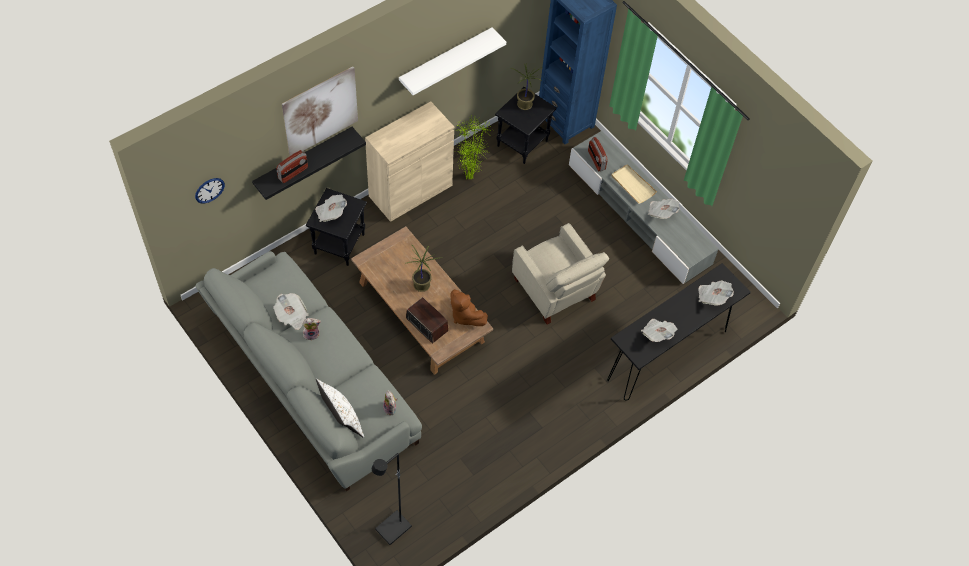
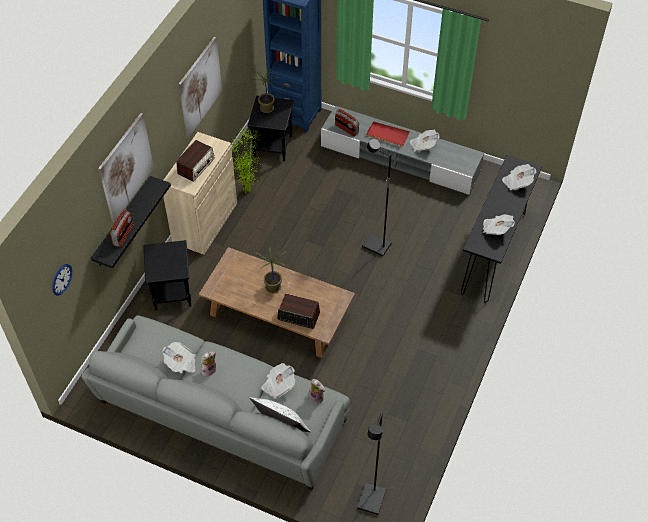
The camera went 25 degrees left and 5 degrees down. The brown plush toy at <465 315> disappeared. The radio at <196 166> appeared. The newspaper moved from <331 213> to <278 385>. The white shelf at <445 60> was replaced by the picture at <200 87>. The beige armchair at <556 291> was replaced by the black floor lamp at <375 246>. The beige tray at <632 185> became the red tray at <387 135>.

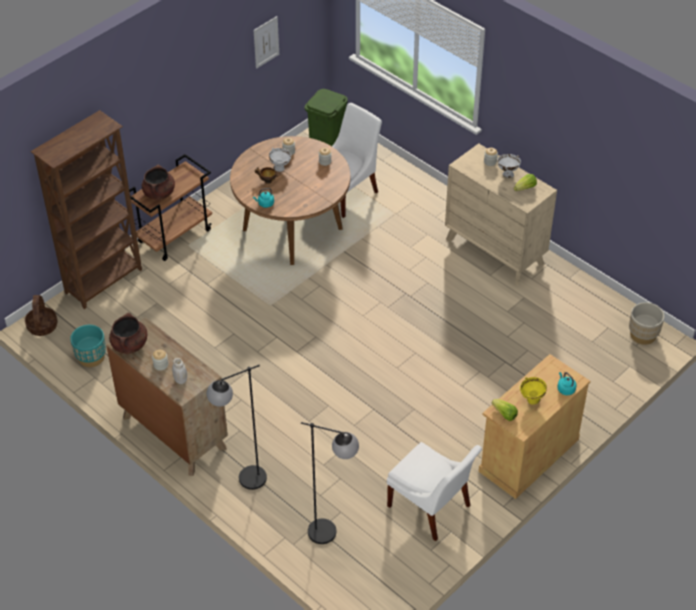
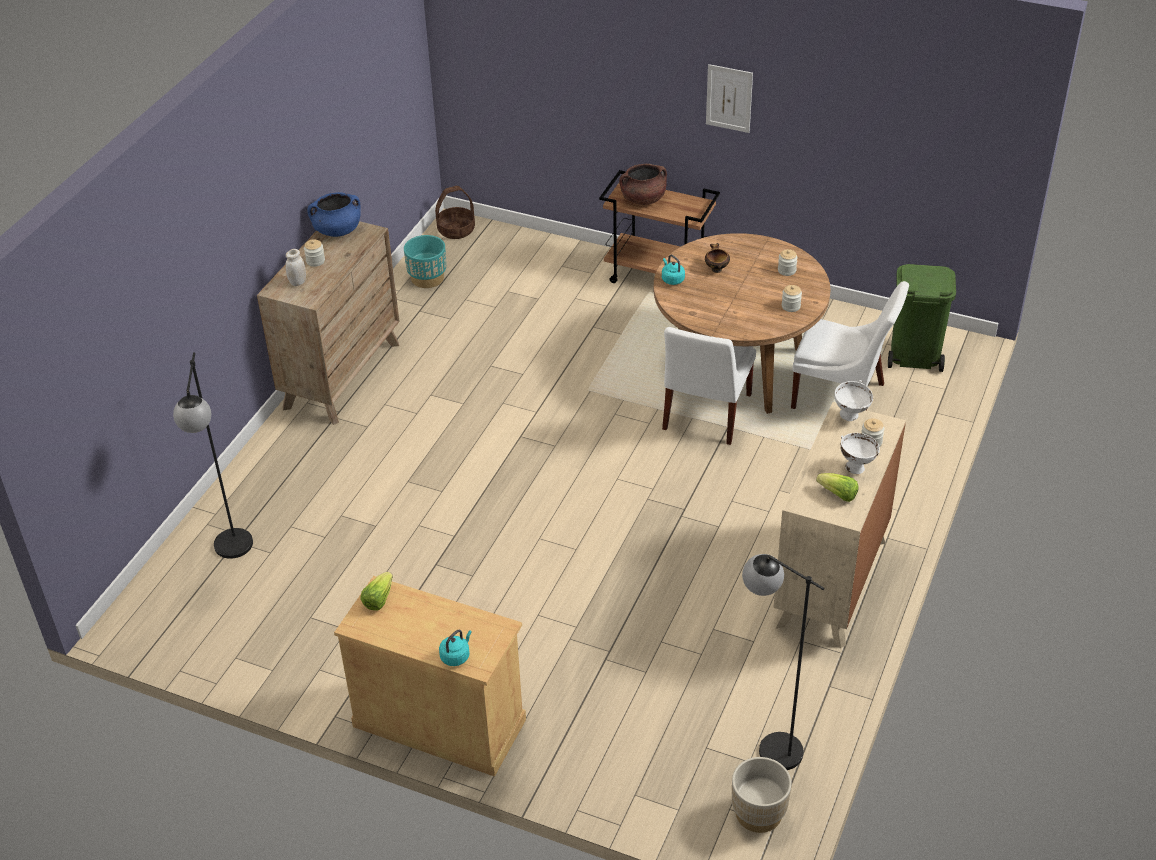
The camera went 70 degrees right and 5 degrees down. The brown bookcase at <104 281> disappeared. The yellow bowl at <531 400> disappeared. The black floor lamp moved from <243 482> to <767 743>. The picture moved from <266 42> to <729 98>. The white bowl moved from <280 168> to <851 416>. The white chair moved from <431 508> to <705 415>. The brown cooking pot at <130 345> became the blue cooking pot at <337 230>.

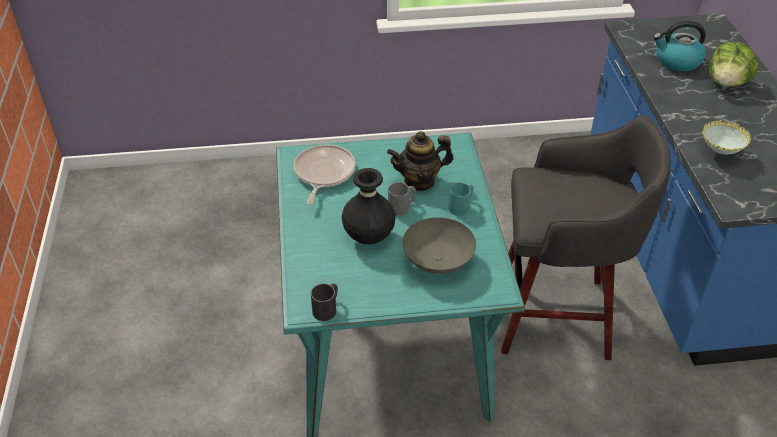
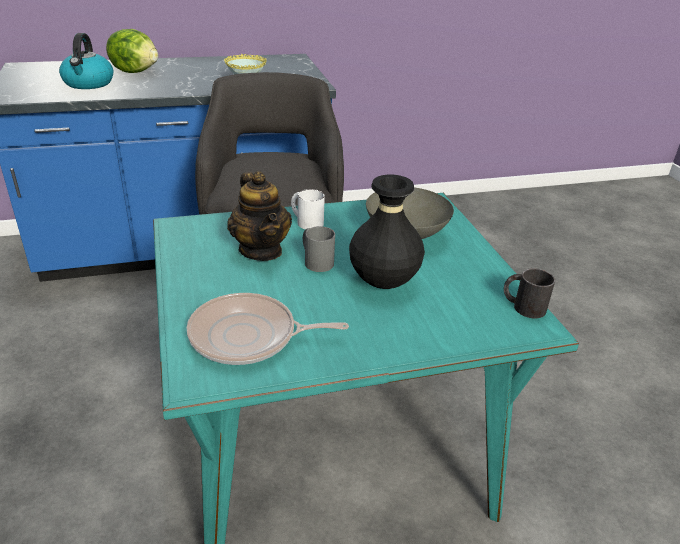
The camera went 100 degrees left and 10 degrees down. The turquoise mug at <462 206> became the white mug at <306 221>.

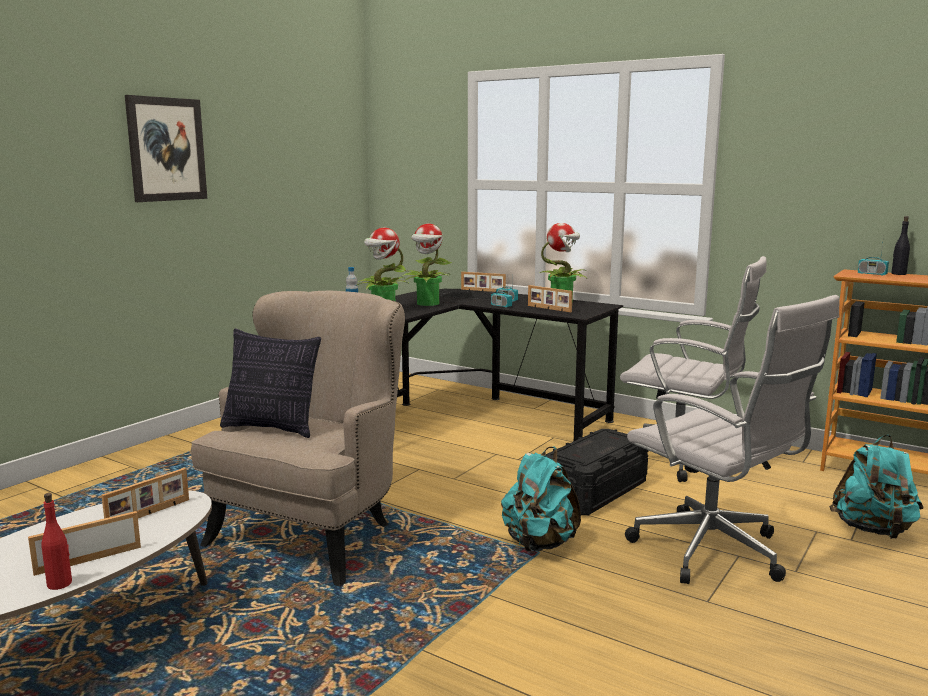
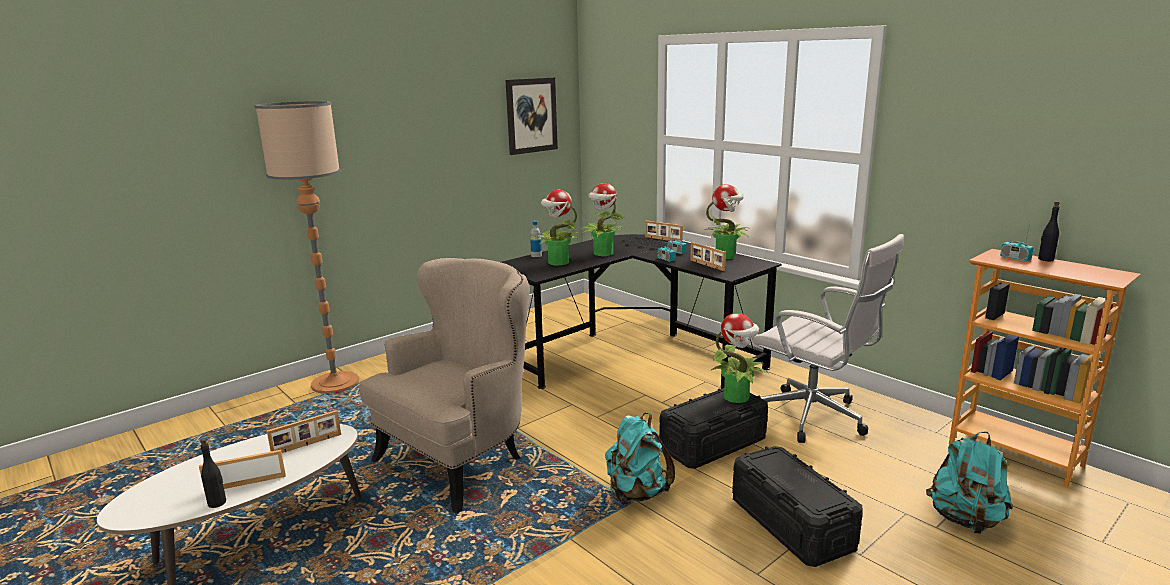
The camera went 15 degrees right and 5 degrees up. The pillow at <272 428> disappeared. The floor lamp at <335 383> appeared. The potted plant at <737 397> appeared. The picture moved from <166 149> to <531 115>. The white office chair at <715 553> was replaced by the black storage box at <791 524>. The red bottle at <60 584> became the black bottle at <217 503>.

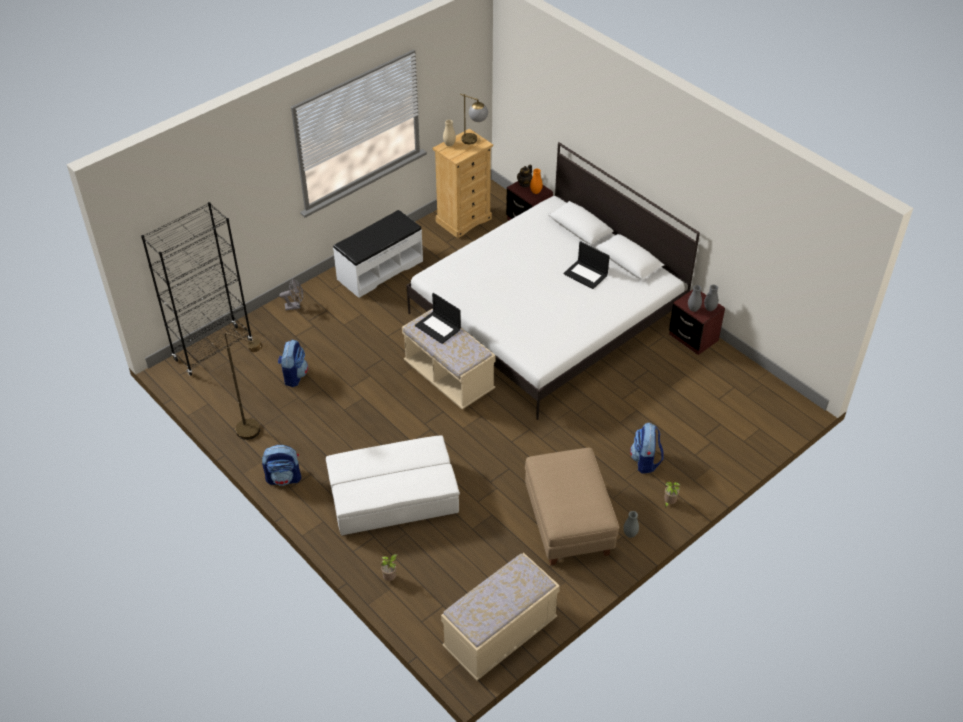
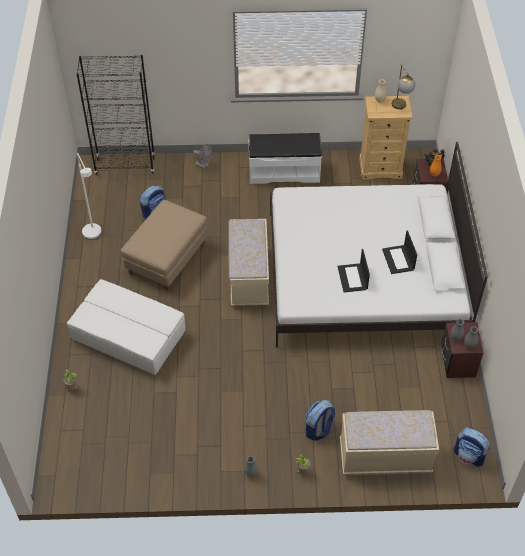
The camera went 40 degrees right and 5 degrees up. The backpack moved from <284 478> to <469 455>. The laptop moved from <438 327> to <353 278>. The beige bench moved from <500 635> to <385 457>. The beige ottoman moved from <569 523> to <167 259>. The brown floor lamp at <254 432> became the white floor lamp at <94 236>.

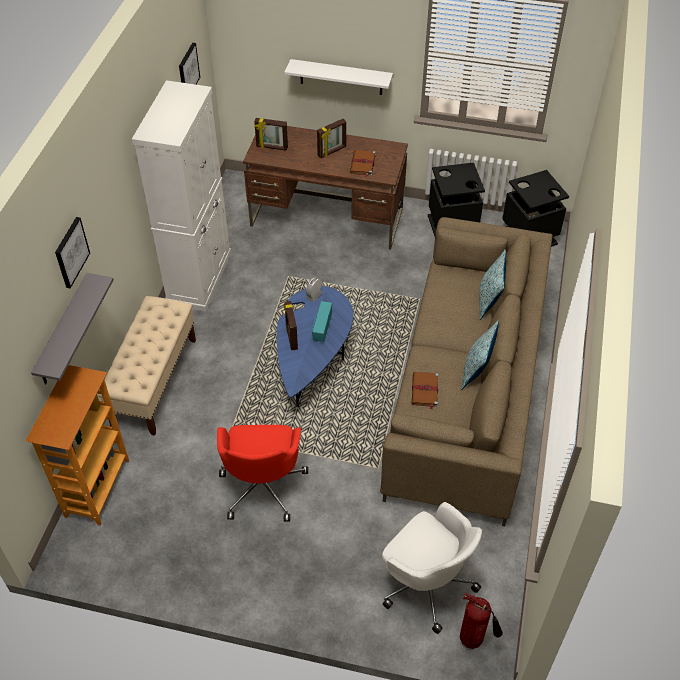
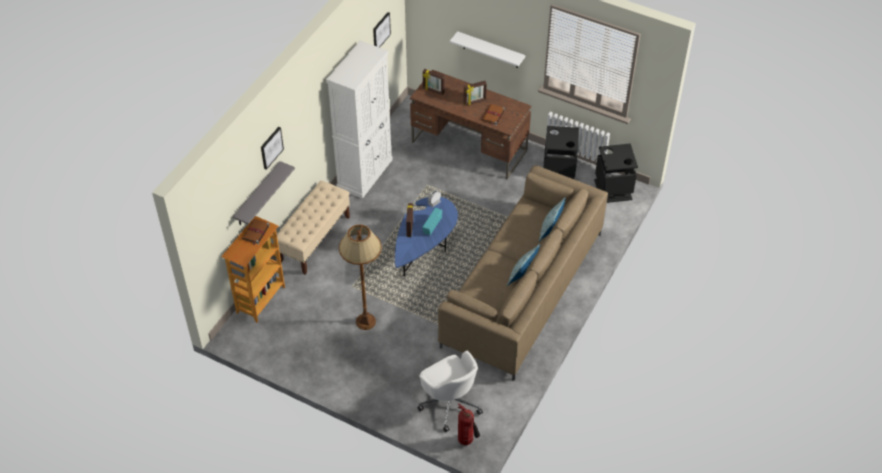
The camera went 15 degrees right and 0 degrees up. The brown book moved from <425 391> to <255 232>. The red office chair at <263 486> was replaced by the brown floor lamp at <365 321>.

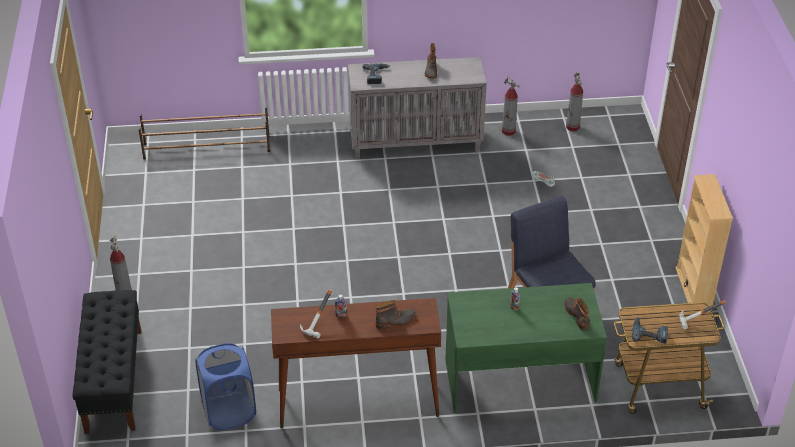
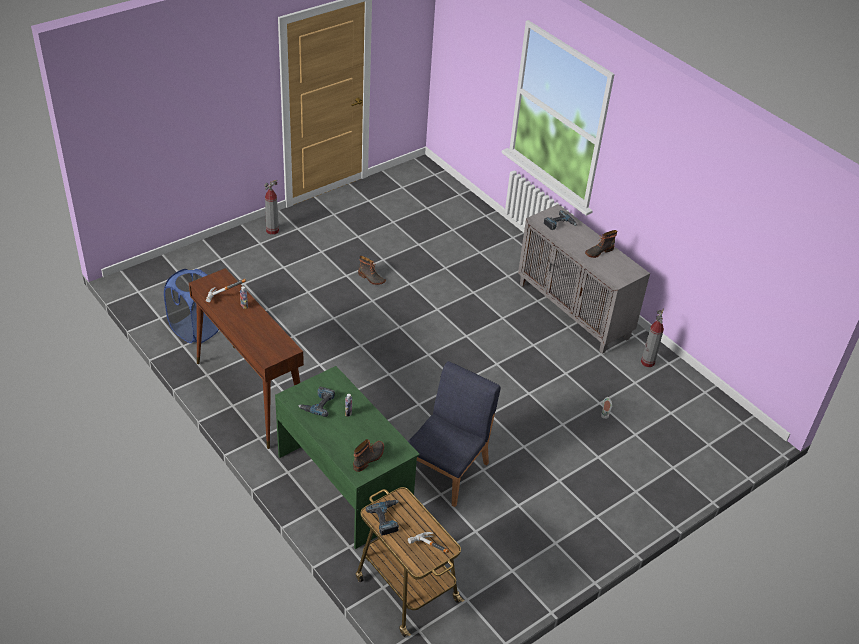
The camera went 55 degrees right and 0 degrees up. The black bench at <114 380> disappeared. The brown shoe rack at <207 148> disappeared. The fire extinguisher at <572 127> disappeared. The beige bookcase at <693 289> disappeared. The power drill at <318 404> appeared. The boot moved from <396 321> to <371 278>.

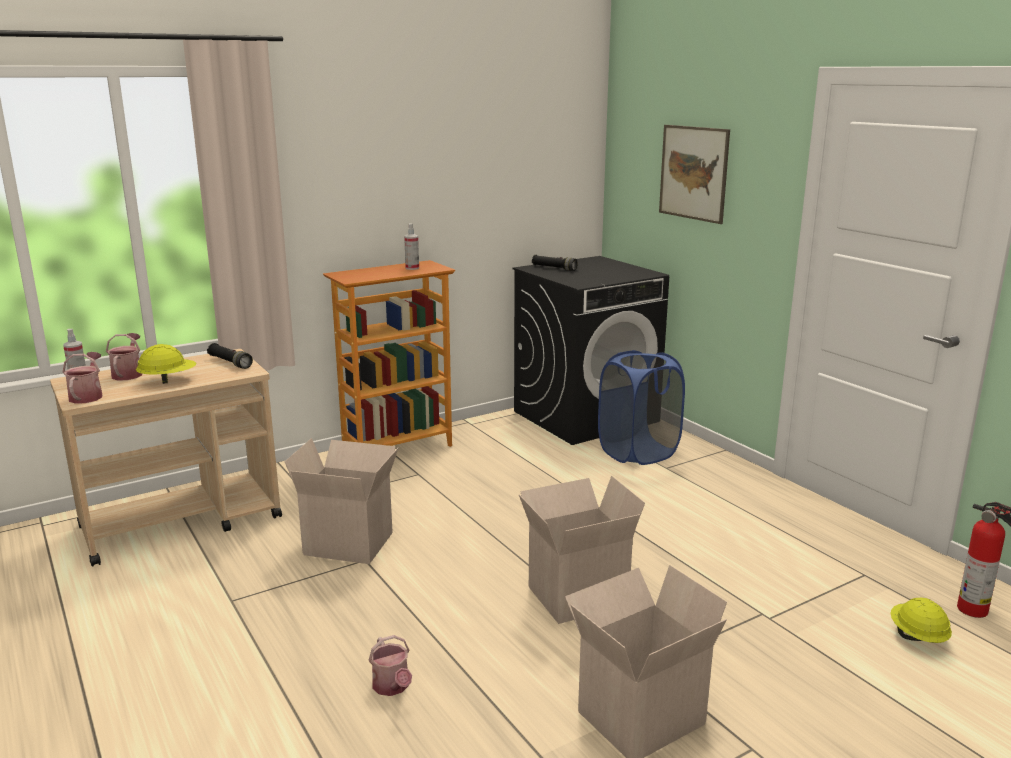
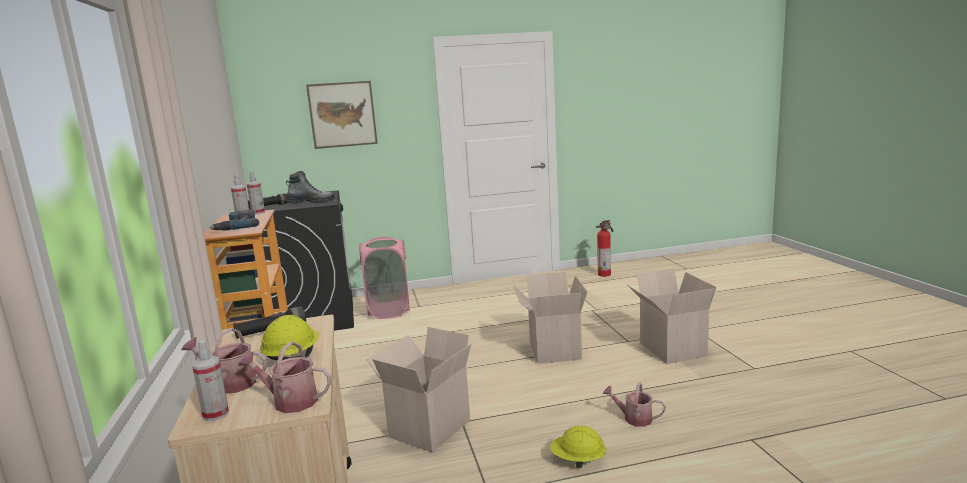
The camera went 70 degrees left and 5 degrees down. The power drill at <237 227> appeared. The spray bottle at <258 213> appeared. The boot at <310 203> appeared. The yellow hard hat moved from <917 637> to <578 461>. The blue laundry basket at <638 452> became the pink laundry basket at <389 310>. The watering can at <392 687> turned 150 degrees counterclockwise.

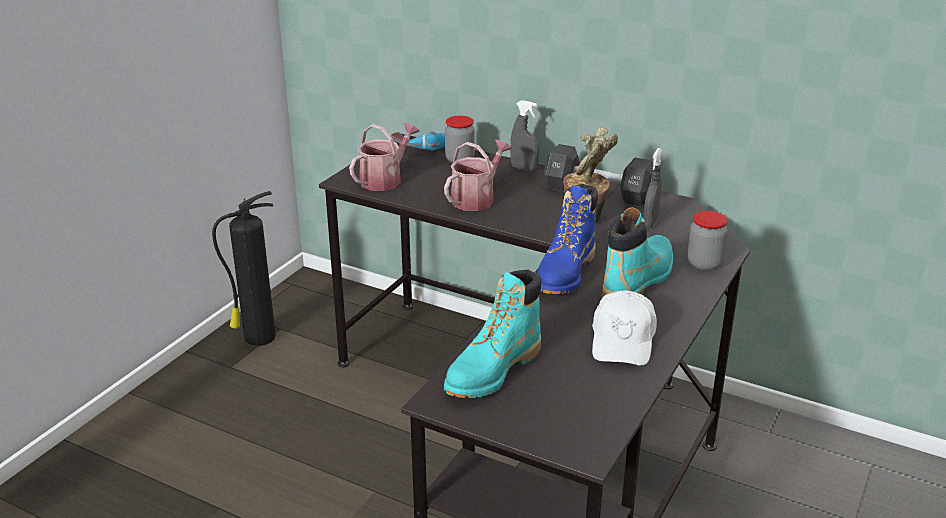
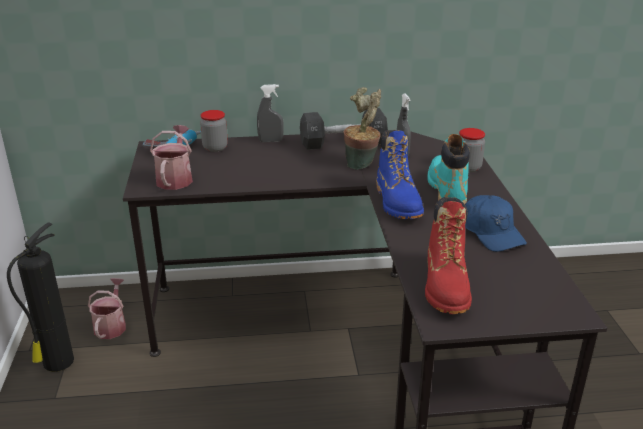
The camera went 35 degrees left and 0 degrees up. The watering can moved from <476 199> to <111 325>. The turquoise boot at <493 371> became the red boot at <446 286>. The white cap at <623 340> became the blue cap at <491 232>.

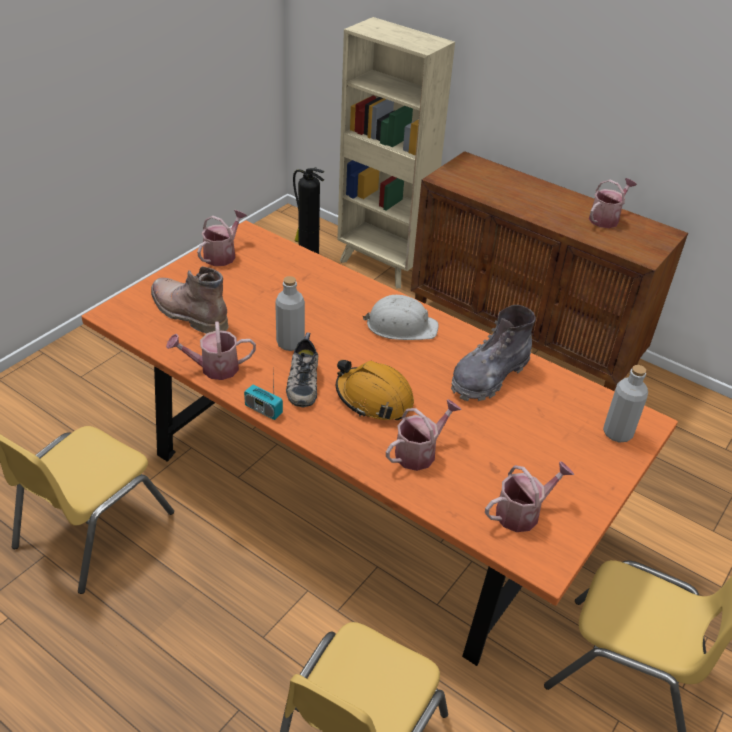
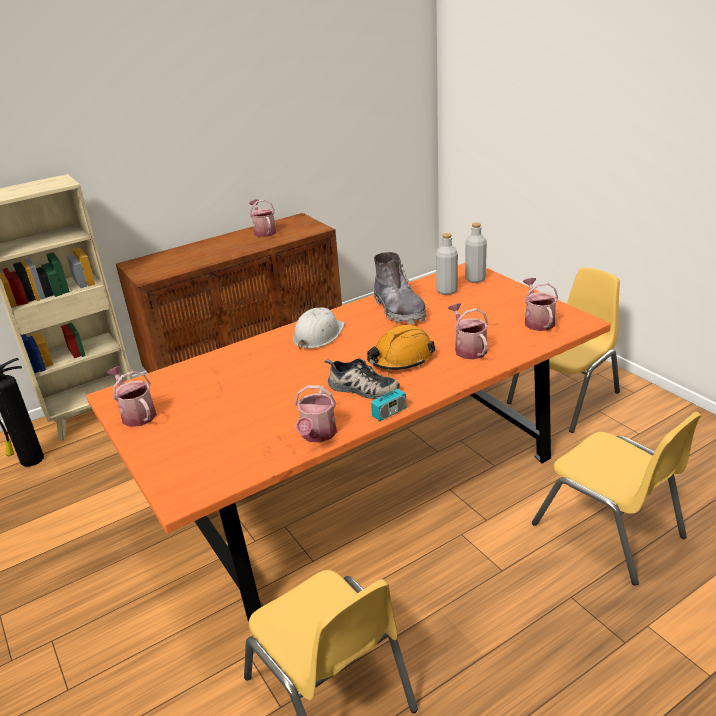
The camera went 65 degrees left and 10 degrees down. The brown boot at <187 312> disappeared. The grey bottle moved from <290 343> to <446 291>.

